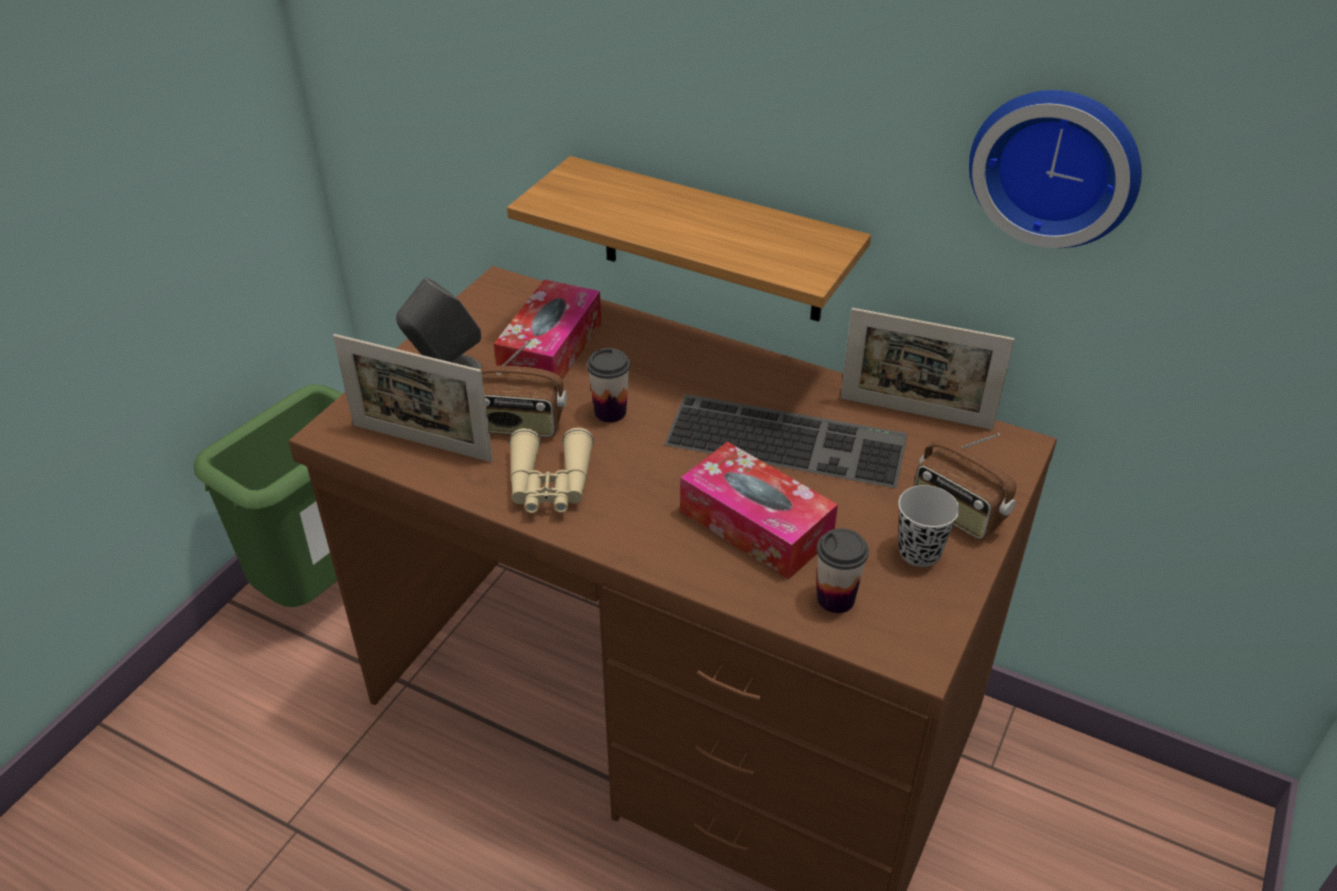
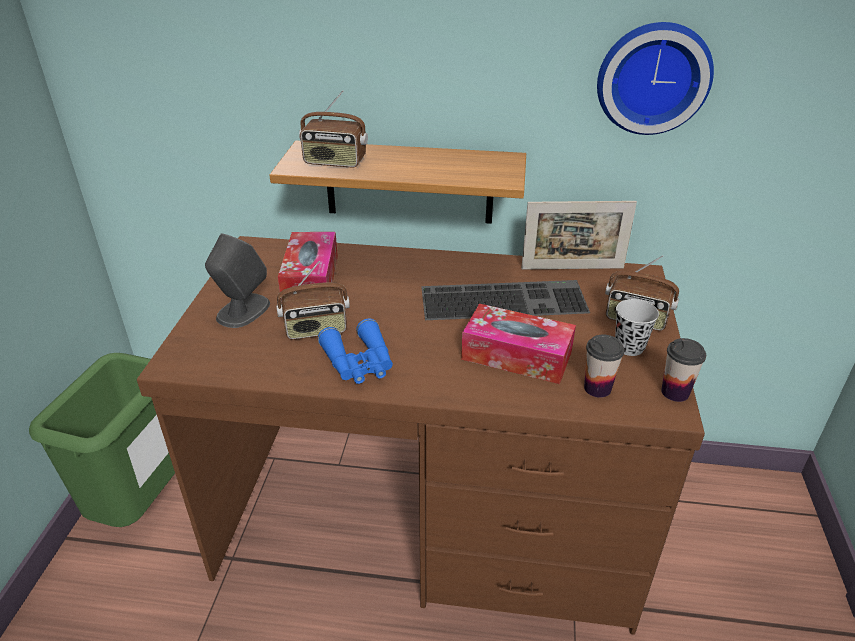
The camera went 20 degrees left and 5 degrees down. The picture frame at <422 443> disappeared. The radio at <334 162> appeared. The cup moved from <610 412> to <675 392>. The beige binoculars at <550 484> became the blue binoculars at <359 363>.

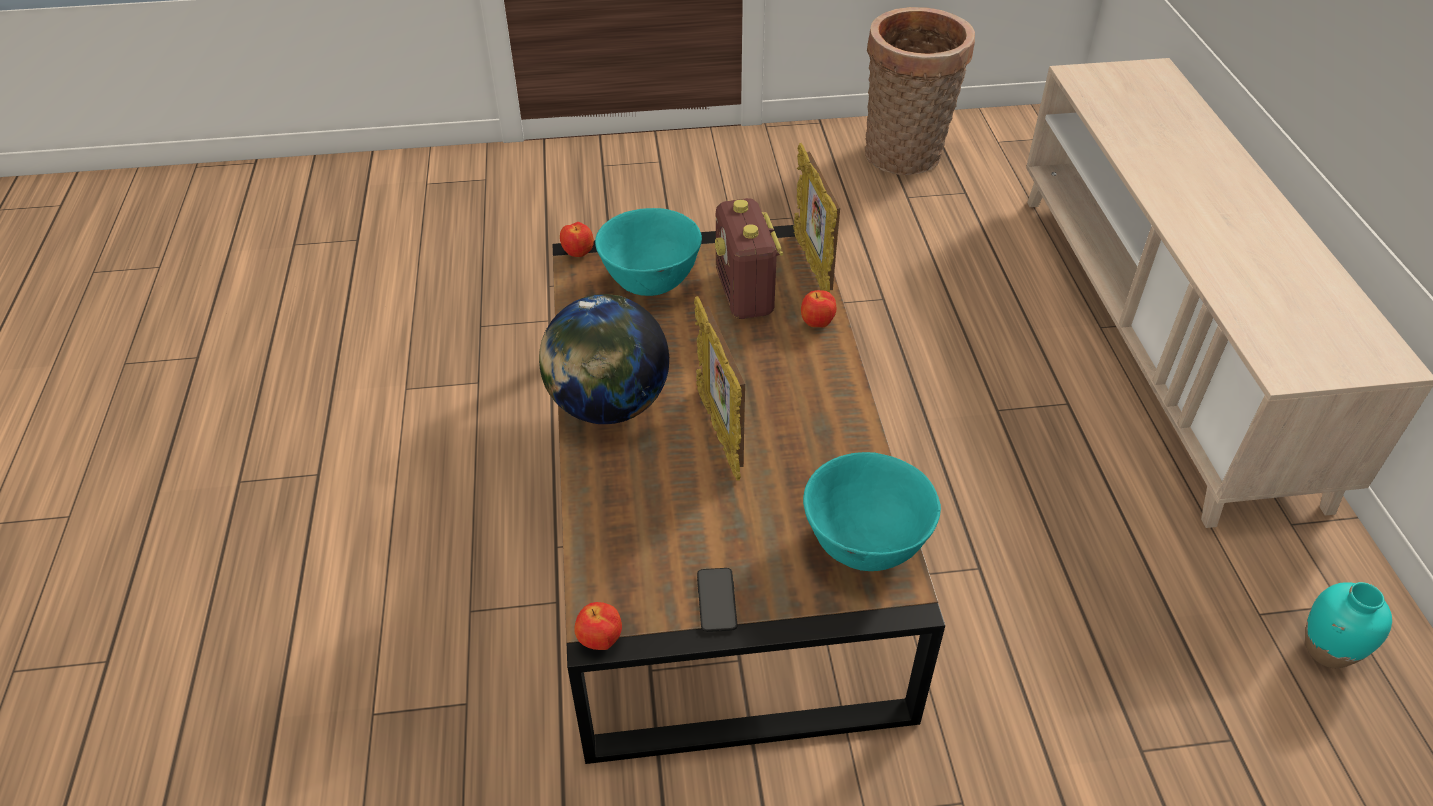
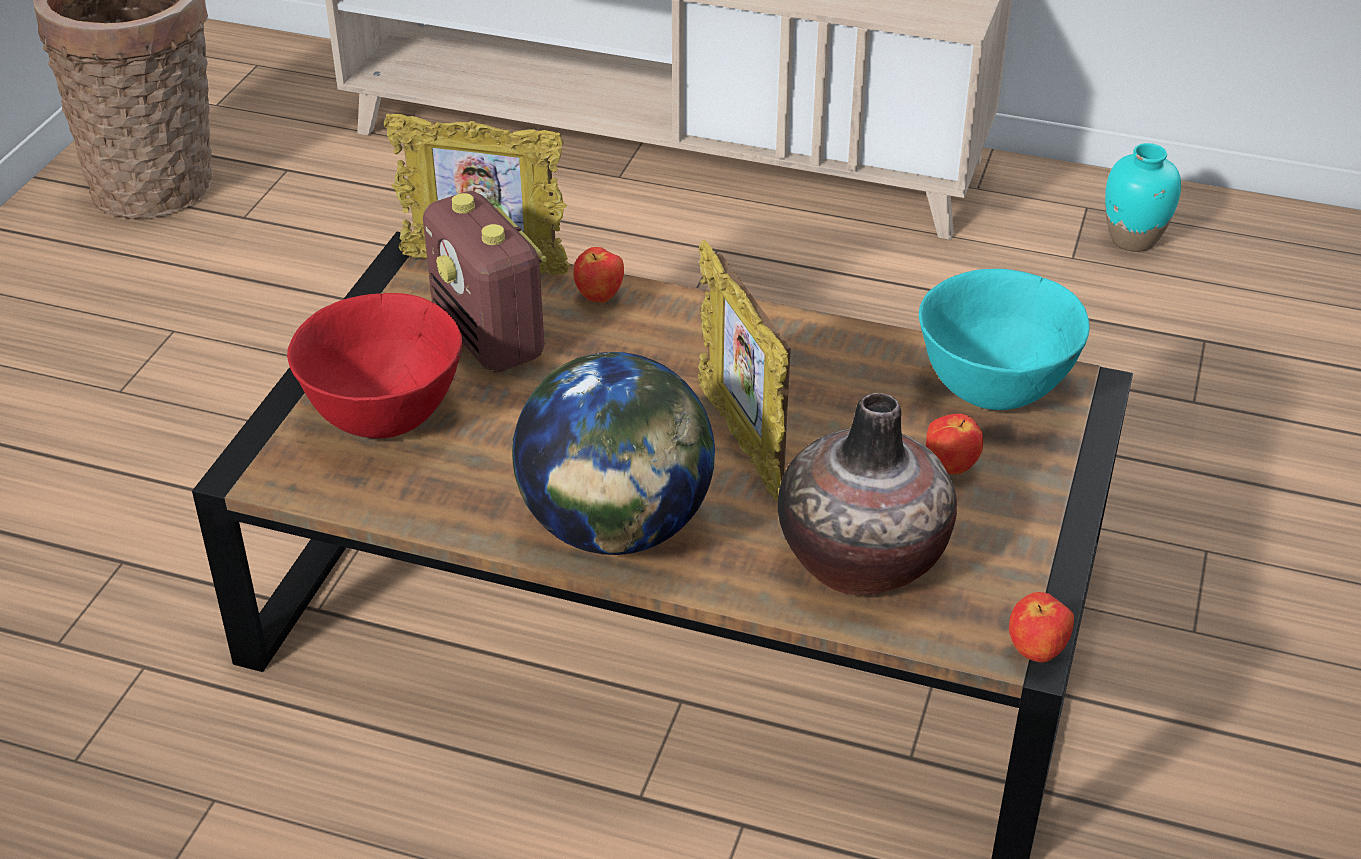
The camera went 65 degrees left and 5 degrees down. The phone at <716 600> disappeared. The vase at <862 559> appeared. The apple moved from <578 254> to <951 467>. The turquoise bowl at <651 282> became the red bowl at <386 414>. The picture frame at <720 433> turned 60 degrees clockwise. The radio at <745 294> turned 45 degrees clockwise.

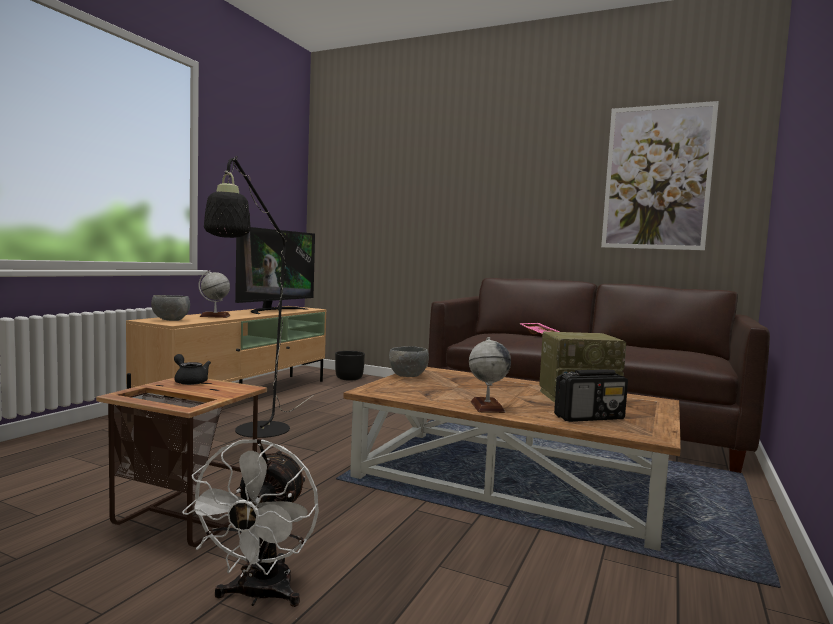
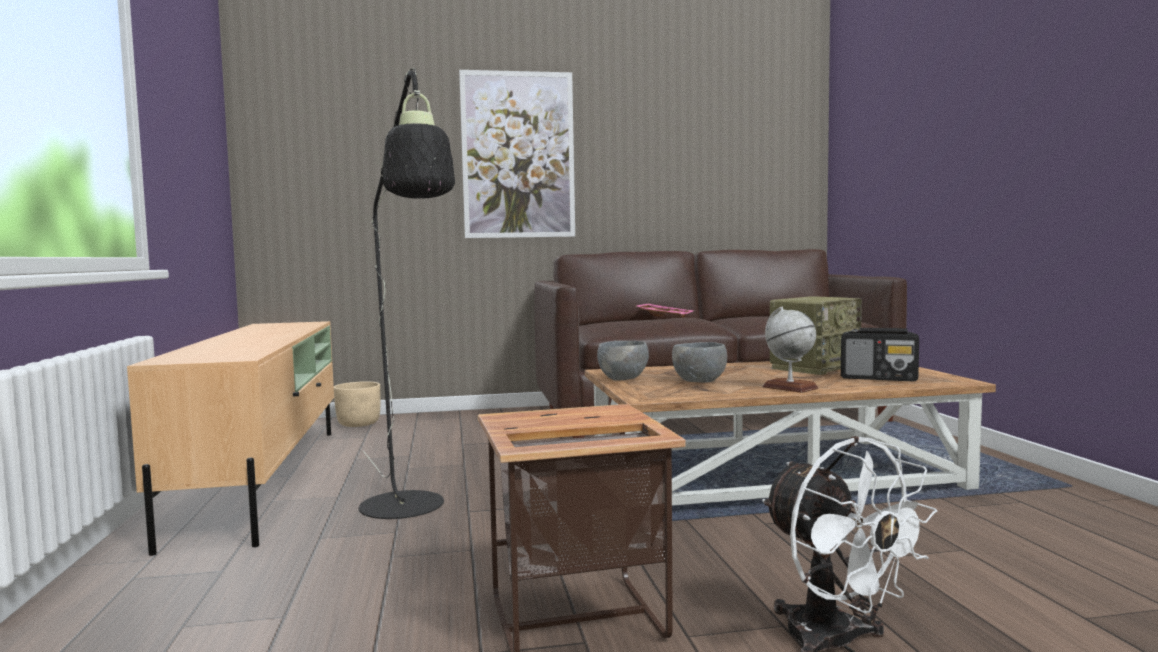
The camera went 35 degrees left and 0 degrees up. The black teapot at <189 381> disappeared. The globe at <215 316> disappeared. The television at <273 310> disappeared. The grey bowl moved from <170 320> to <700 382>. The picture moved from <657 178> to <518 155>. The black planter at <349 378> became the beige planter at <359 424>. The radio at <590 417> turned 75 degrees clockwise.

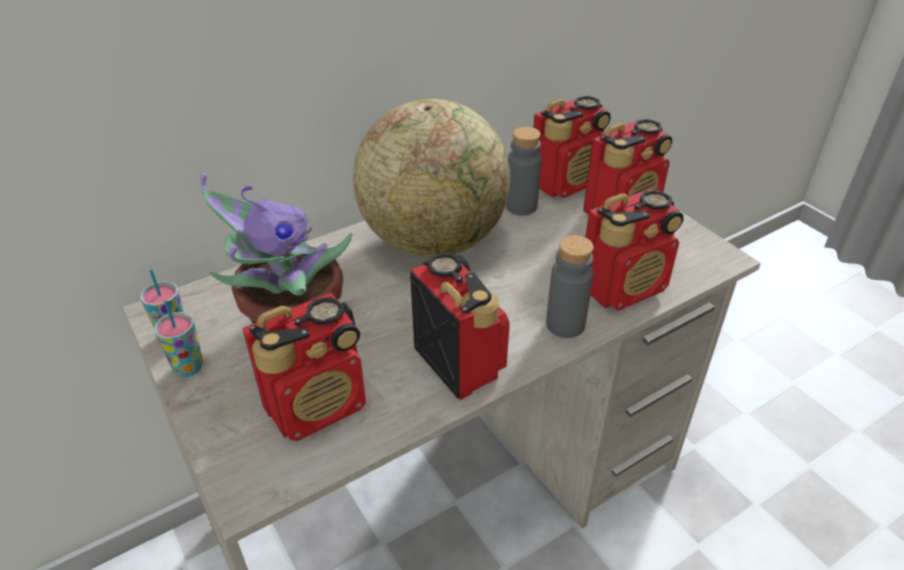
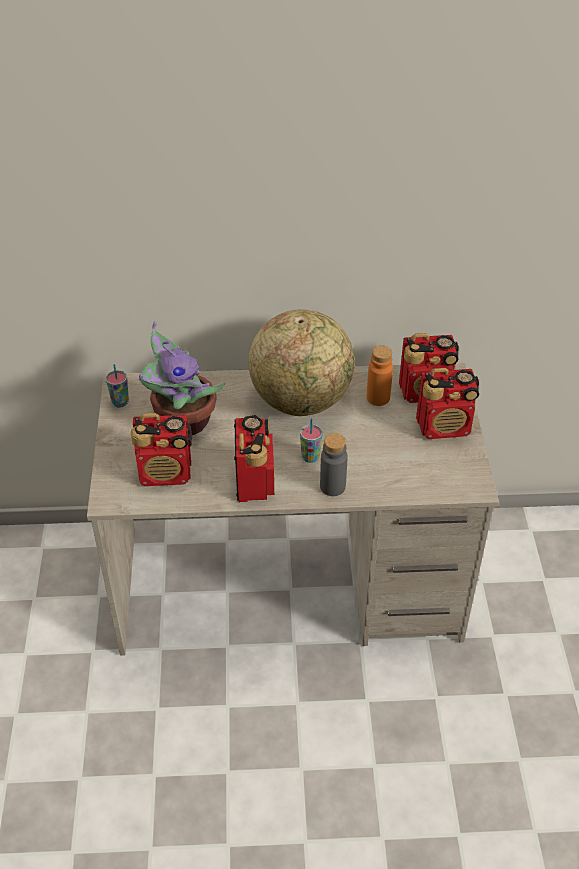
The camera went 30 degrees right and 5 degrees up. The radio at <624 288> disappeared. The cup moved from <189 367> to <310 457>. The grey bottle at <521 206> became the orange bottle at <378 398>.

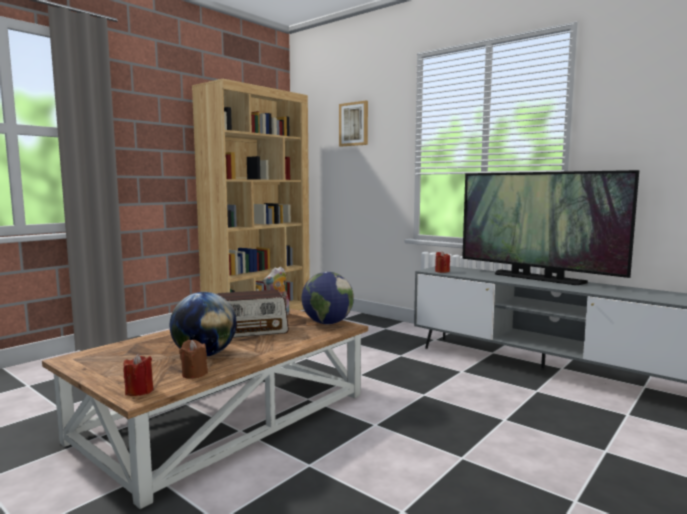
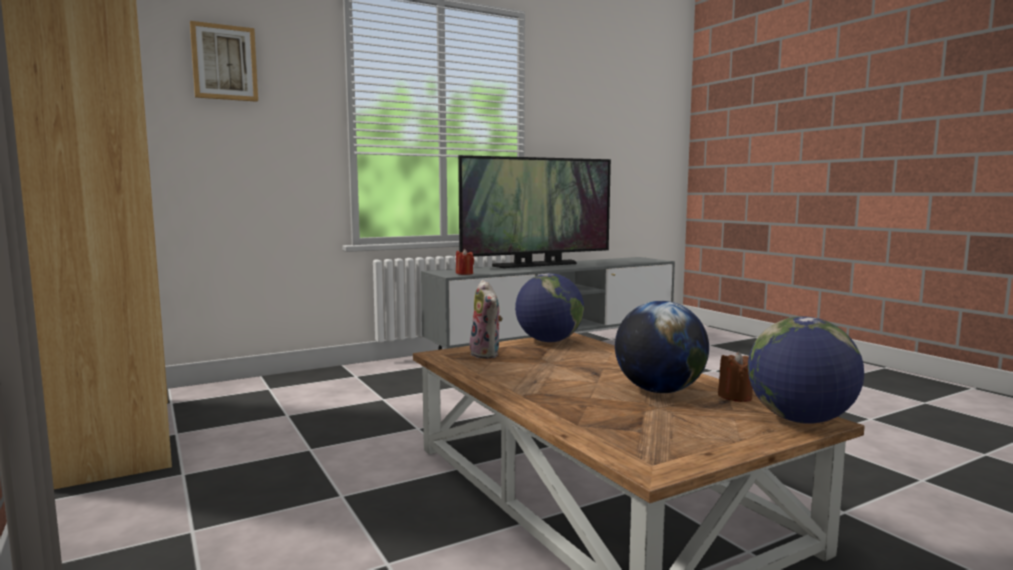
The camera went 70 degrees left and 0 degrees up. The radio at <250 330> disappeared. The red candle at <139 391> was replaced by the globe at <800 420>.

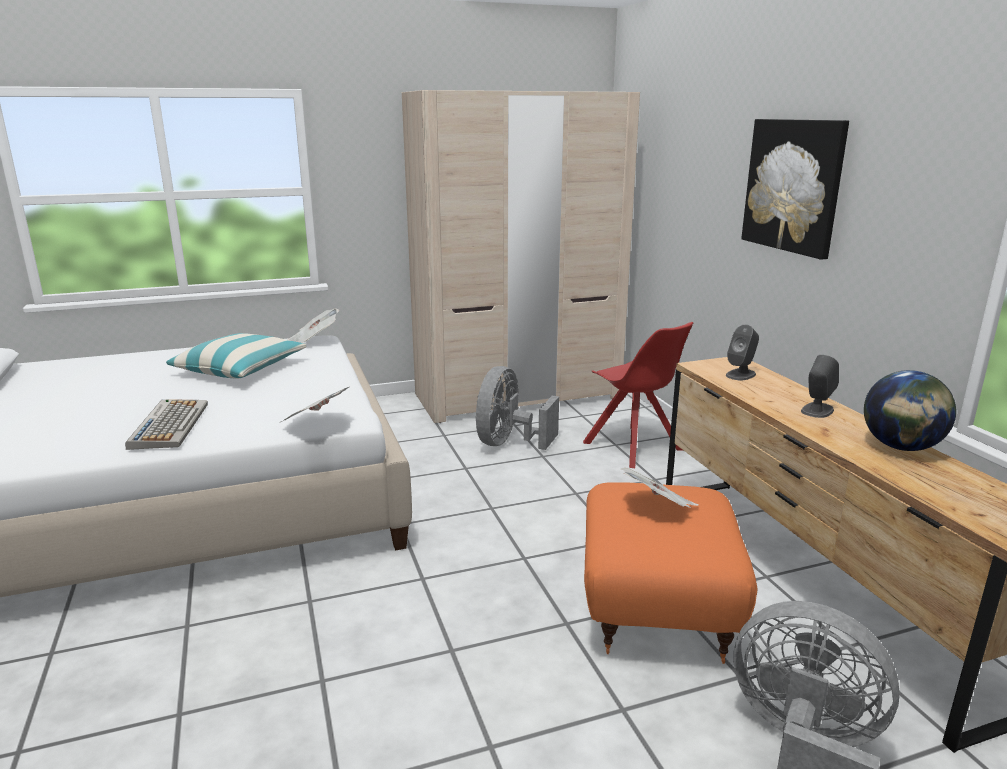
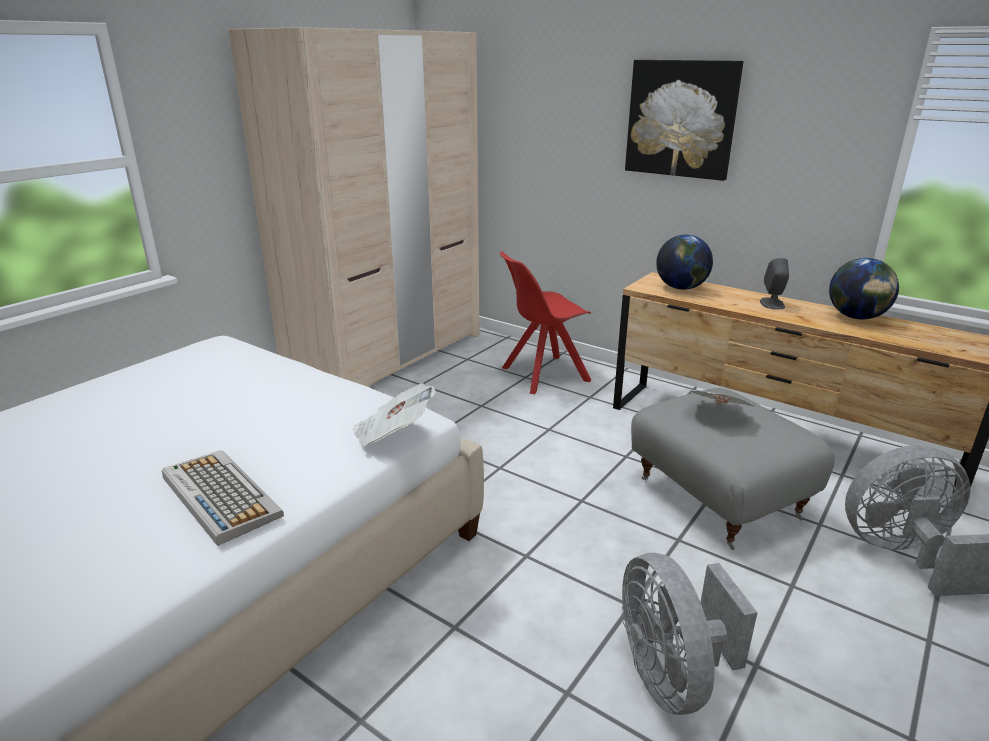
The camera went 35 degrees left and 5 degrees up. The pillow at <240 369> disappeared. The newspaper at <313 341> disappeared. The grey fan moved from <509 443> to <671 675>. The grey speaker at <741 374> was replaced by the globe at <681 288>. The orange ottoman at <654 608> became the grey ottoman at <715 499>. The red chair at <634 447> turned 135 degrees clockwise.

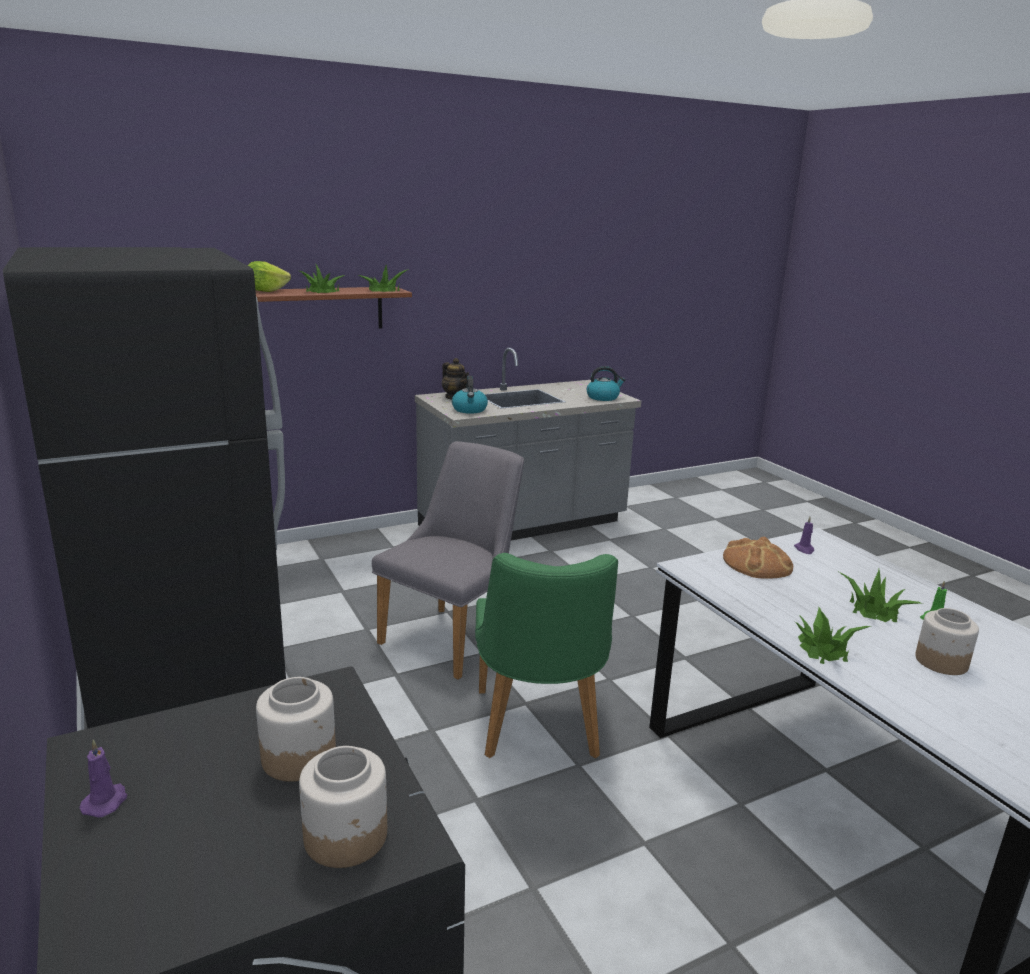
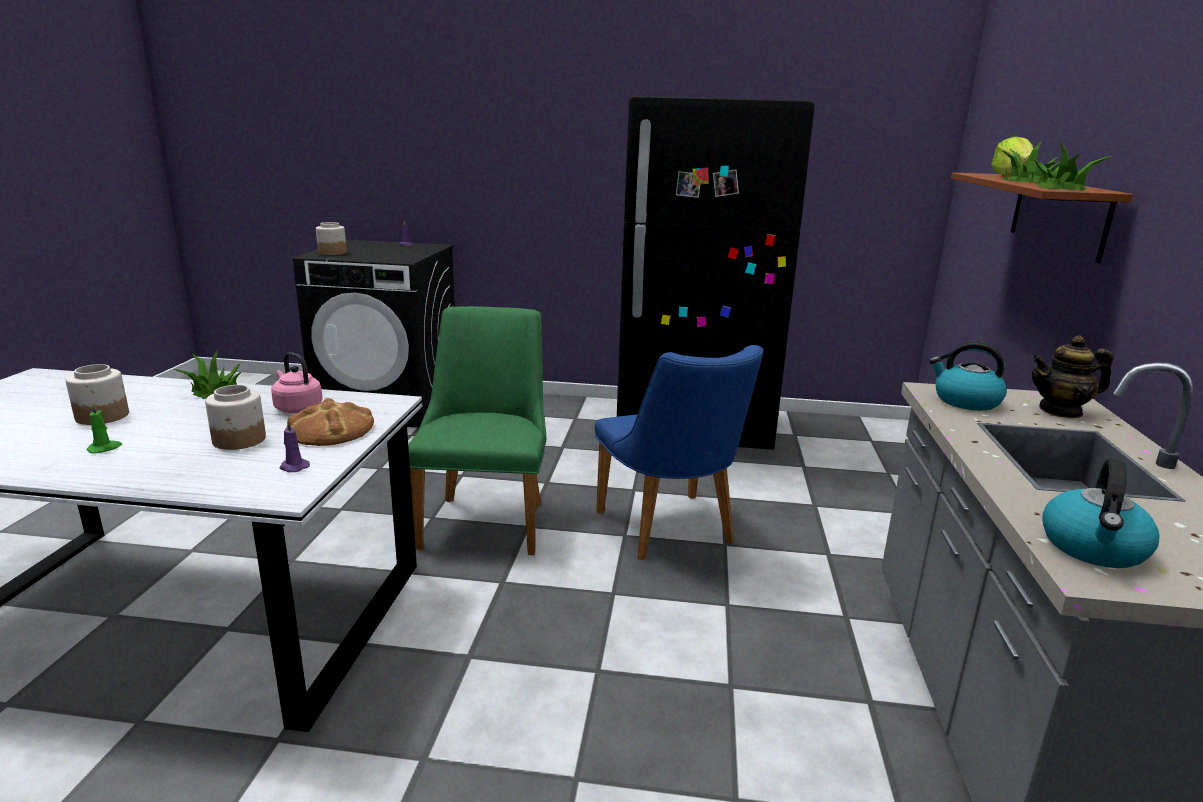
The camera went 125 degrees right and 0 degrees up. The potted plant at <874 610> disappeared. The pink kettle at <297 408> appeared. The jar moved from <299 756> to <239 440>. The grey chair at <455 635> became the blue chair at <671 532>. The green chair at <539 731> turned 60 degrees clockwise.

